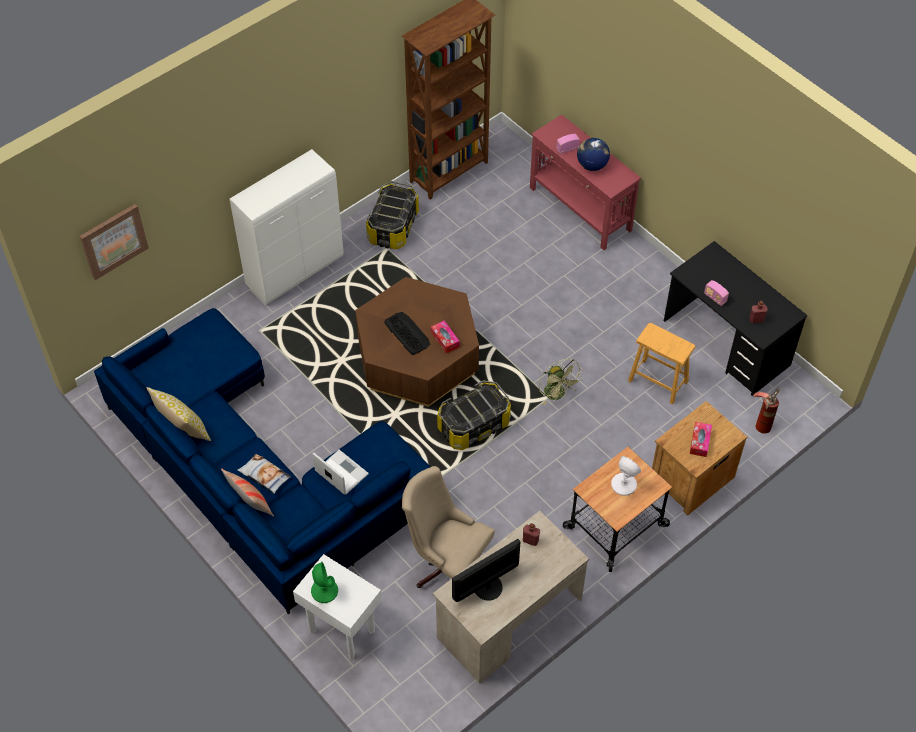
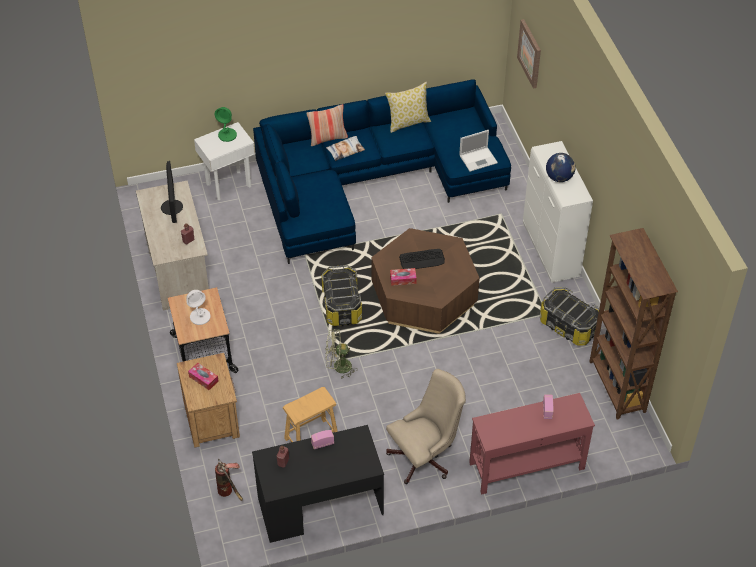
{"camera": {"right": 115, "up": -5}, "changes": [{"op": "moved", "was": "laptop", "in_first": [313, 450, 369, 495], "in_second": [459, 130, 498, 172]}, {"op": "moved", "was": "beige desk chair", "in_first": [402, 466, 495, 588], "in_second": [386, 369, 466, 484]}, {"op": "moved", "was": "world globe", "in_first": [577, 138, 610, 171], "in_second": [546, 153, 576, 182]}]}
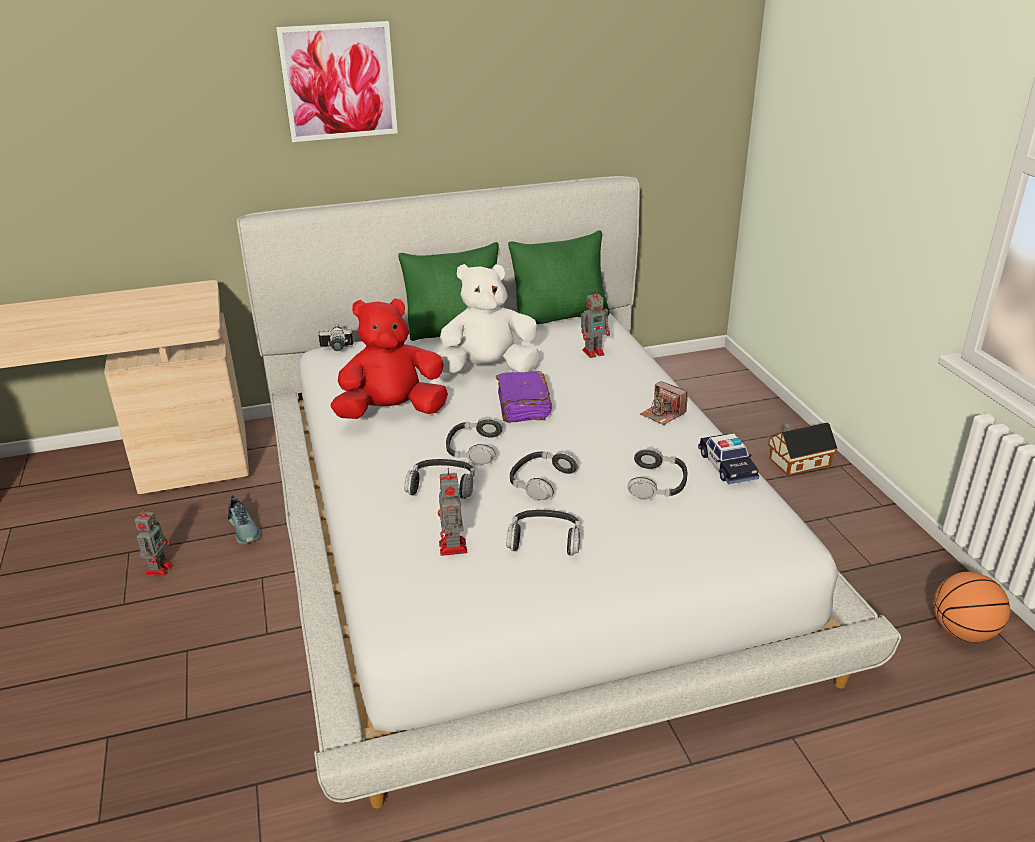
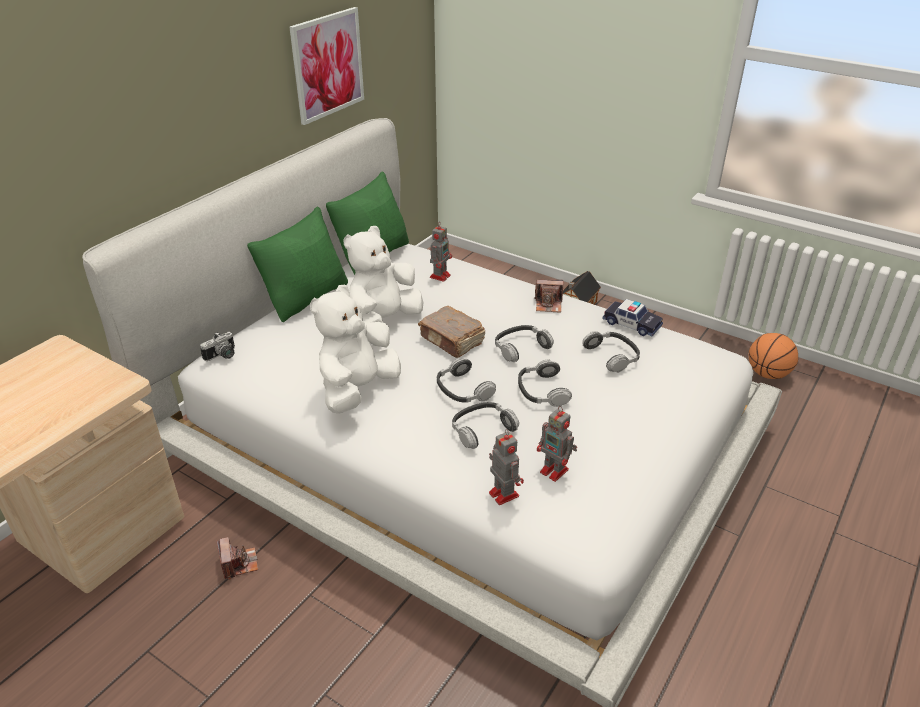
{"camera": {"right": -40, "up": 5}, "changes": [{"op": "moved", "was": "model robot", "in_first": [135, 507, 173, 577], "in_second": [489, 429, 524, 505]}, {"op": "moved", "was": "picture", "in_first": [276, 21, 398, 142], "in_second": [290, 7, 364, 125]}, {"op": "moved", "was": "pair of headphones", "in_first": [506, 510, 580, 556], "in_second": [495, 325, 554, 362]}, {"op": "replaced", "was": "shoe", "now": "photo camera", "in_first": [228, 494, 261, 544], "in_second": [216, 537, 258, 580]}, {"op": "recoloured", "was": "red plush toy", "now": "white plush toy", "in_first": [330, 298, 448, 419], "in_second": [310, 285, 401, 414]}, {"op": "recoloured", "was": "purple-coloured volume", "now": "brown volume", "in_first": [496, 371, 552, 423], "in_second": [418, 306, 485, 358]}]}
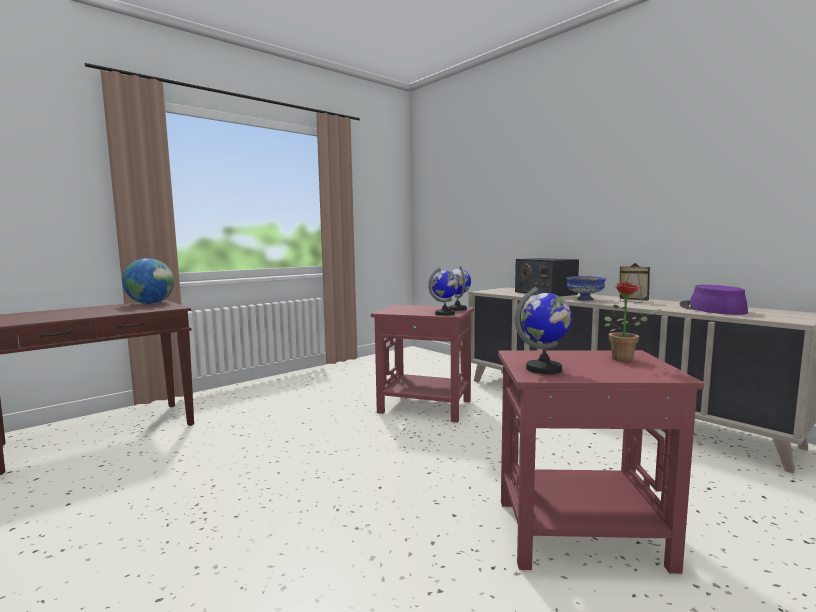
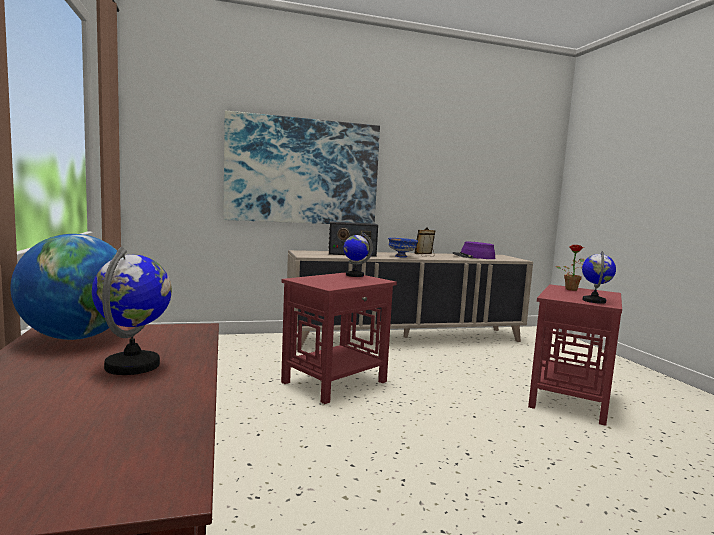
{"camera": {"right": -65, "up": 0}, "changes": [{"op": "added", "now": "picture", "in_second": [223, 111, 380, 224]}, {"op": "moved", "was": "world globe", "in_first": [428, 267, 459, 316], "in_second": [92, 247, 172, 375]}]}
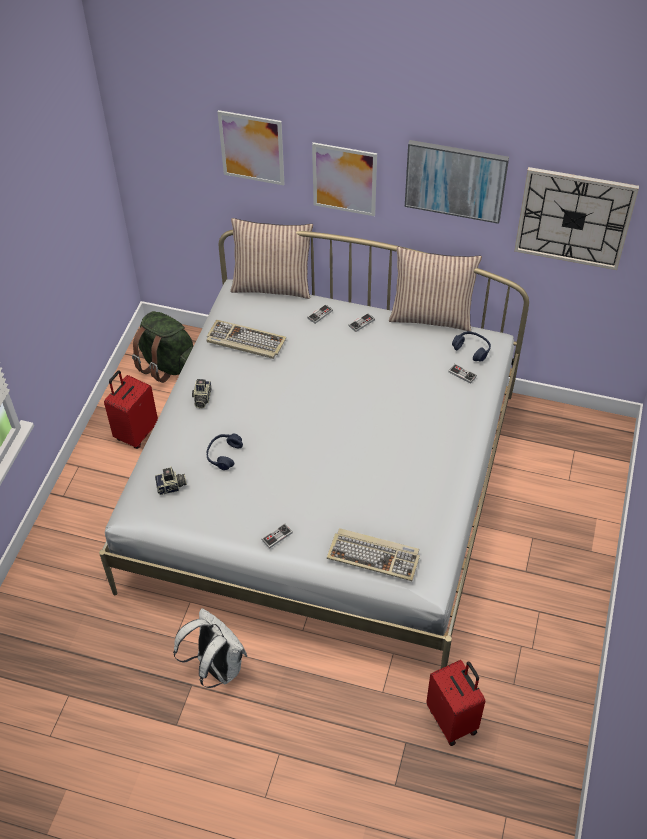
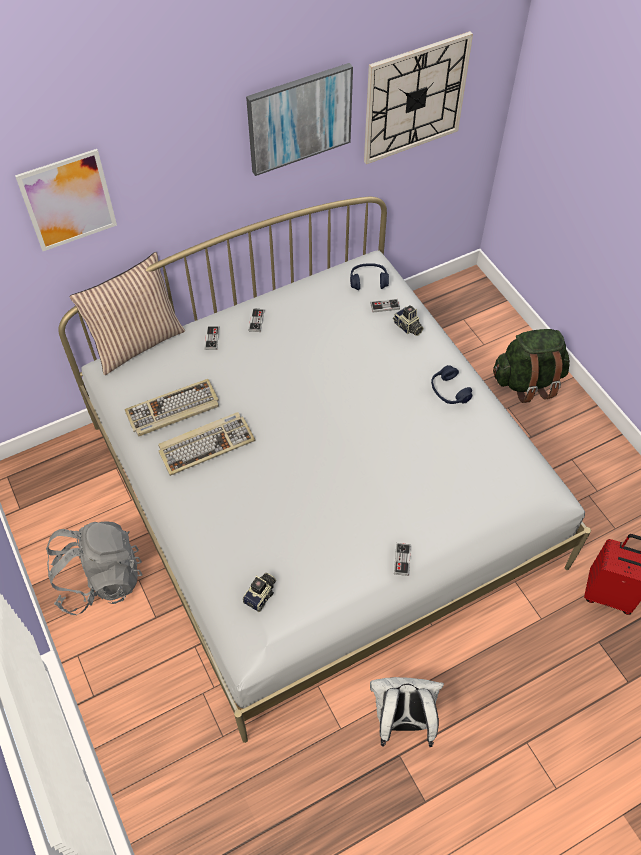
{"camera": {"right": -45, "up": 5}, "changes": [{"op": "removed", "was": "picture", "in_first": [312, 142, 377, 216]}, {"op": "removed", "was": "throw pillow", "in_first": [389, 247, 482, 331]}, {"op": "moved", "was": "green backpack", "in_first": [132, 311, 193, 383], "in_second": [493, 329, 570, 403]}, {"op": "moved", "was": "photo camera", "in_first": [192, 379, 211, 408], "in_second": [393, 305, 423, 336]}, {"op": "moved", "was": "blue-coloured pair of headphones", "in_first": [207, 434, 243, 470], "in_second": [431, 365, 472, 404]}, {"op": "moved", "was": "computer keyboard", "in_first": [327, 528, 420, 581], "in_second": [158, 412, 255, 476]}, {"op": "replaced", "was": "red suitcase", "now": "gray backpack", "in_first": [104, 370, 158, 449], "in_second": [46, 521, 142, 615]}]}
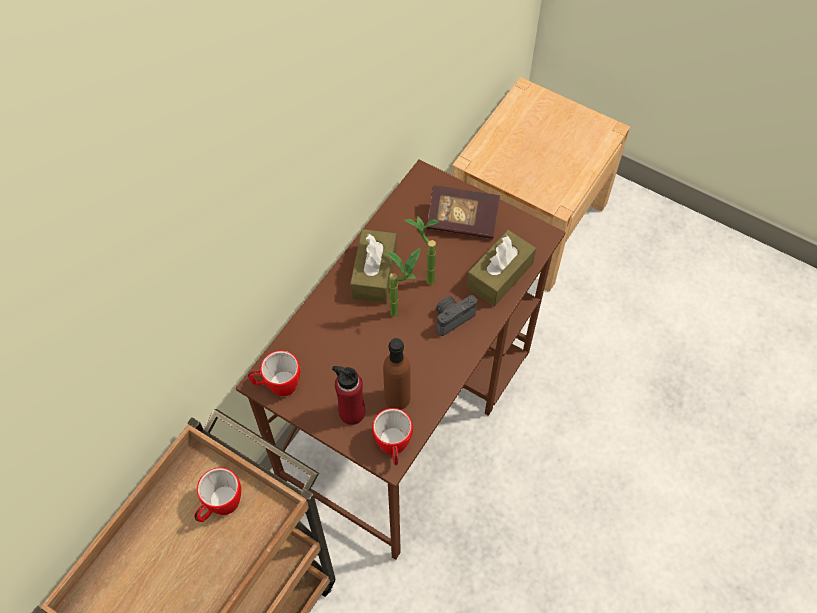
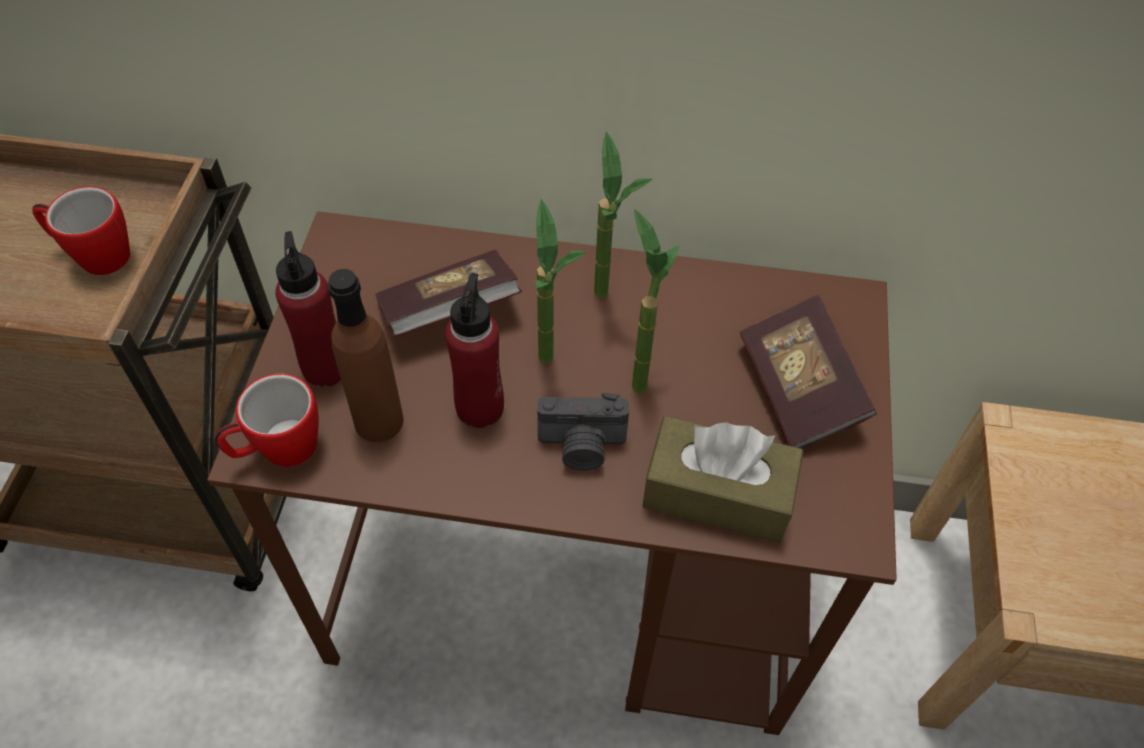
{"camera": {"right": 65, "up": -5}, "changes": [{"op": "removed", "was": "coffee mug", "in_first": [248, 351, 300, 396]}, {"op": "added", "now": "volume", "in_second": [375, 250, 522, 337]}, {"op": "added", "now": "red drink bottle", "in_second": [445, 273, 504, 428]}, {"op": "replaced", "was": "brown tissue box", "now": "potted plant", "in_first": [350, 229, 397, 303], "in_second": [594, 131, 652, 298]}, {"op": "turned", "was": "photo camera", "in_first": [436, 295, 477, 336], "in_second": [537, 393, 629, 470], "clockwise": 150}]}
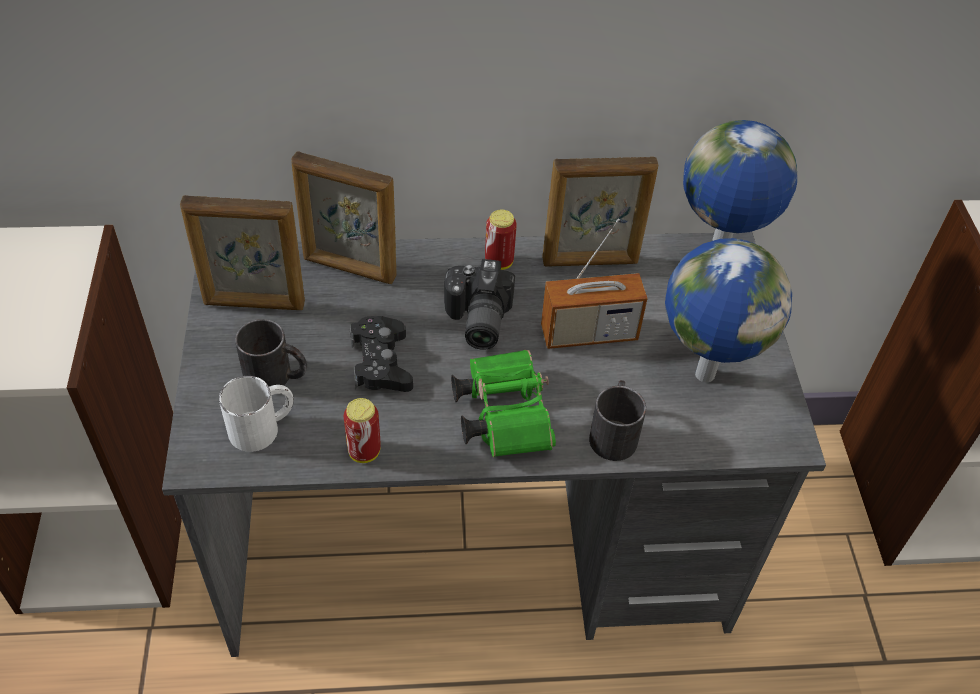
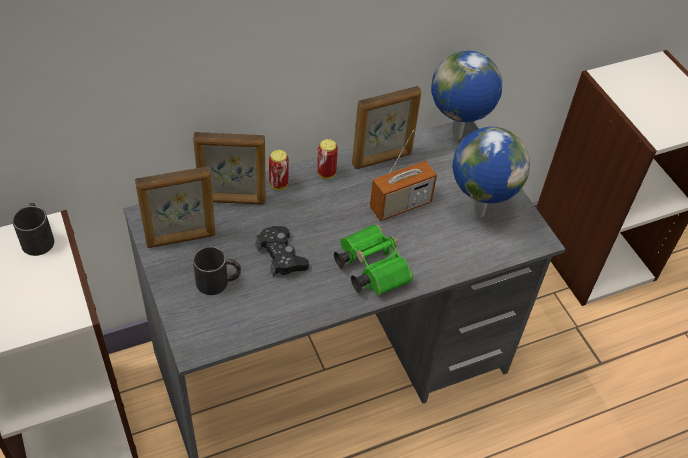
{"camera": {"right": -20, "up": 0}, "changes": [{"op": "removed", "was": "white coffee mug", "in_first": [219, 376, 294, 452]}, {"op": "removed", "was": "photo camera", "in_first": [444, 259, 515, 350]}, {"op": "moved", "was": "sealed can", "in_first": [344, 398, 381, 463], "in_second": [269, 150, 289, 190]}, {"op": "moved", "was": "blackish coffee mug", "in_first": [589, 380, 646, 461], "in_second": [12, 203, 54, 256]}]}
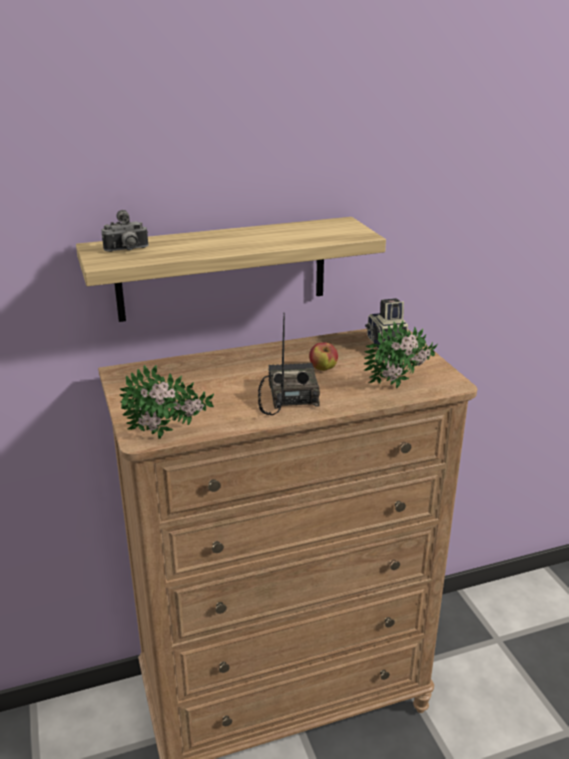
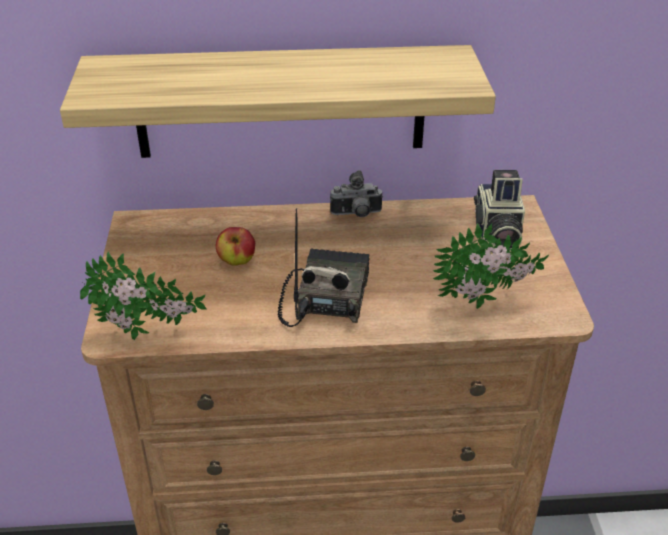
{"camera": {"right": 15, "up": 10}, "changes": [{"op": "moved", "was": "photo camera", "in_first": [102, 210, 149, 252], "in_second": [330, 170, 383, 217]}, {"op": "moved", "was": "whole apple", "in_first": [309, 342, 338, 371], "in_second": [216, 227, 255, 266]}]}
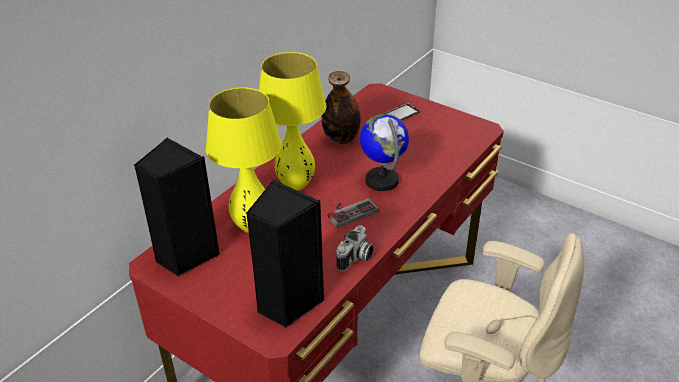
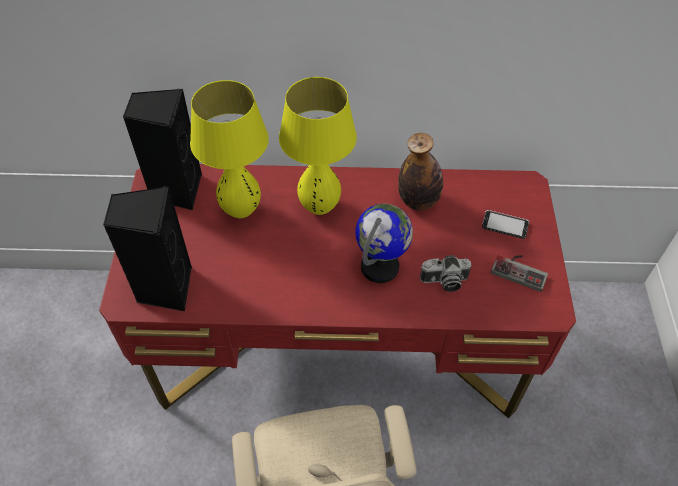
{"camera": {"right": 55, "up": 15}, "changes": [{"op": "moved", "was": "game controller", "in_first": [328, 198, 379, 228], "in_second": [491, 255, 548, 292]}, {"op": "moved", "was": "photo camera", "in_first": [336, 225, 374, 272], "in_second": [420, 255, 471, 292]}]}
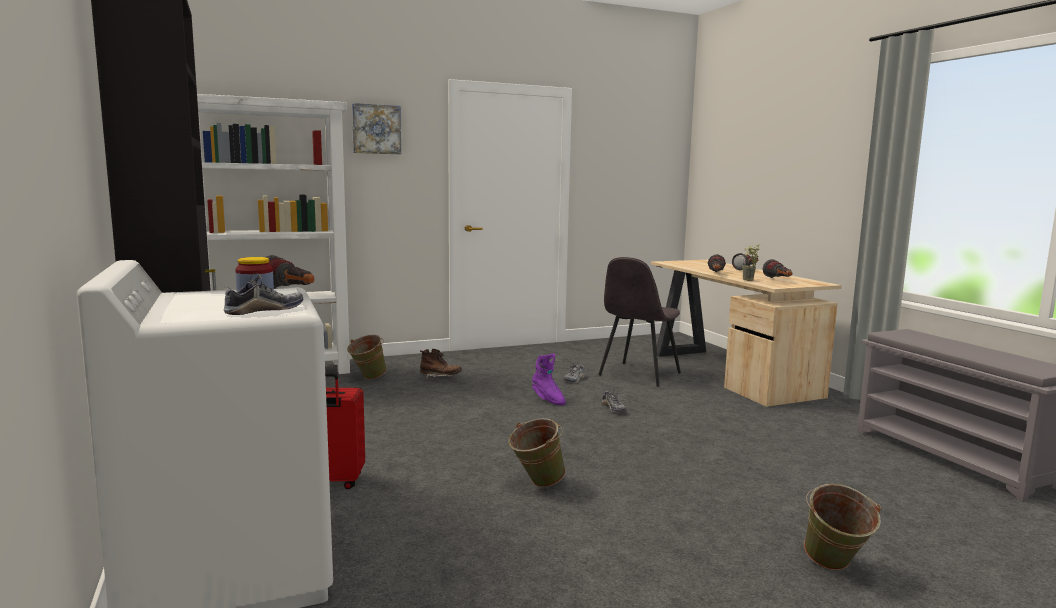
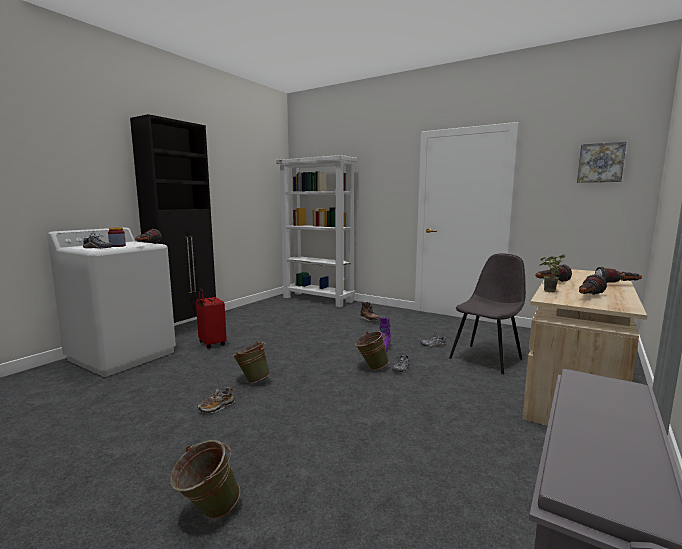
{"camera": {"right": 55, "up": 0}, "changes": [{"op": "added", "now": "shoe", "in_second": [197, 387, 234, 413]}, {"op": "moved", "was": "green water bucket", "in_first": [347, 335, 387, 379], "in_second": [355, 331, 389, 370]}, {"op": "moved", "was": "picture", "in_first": [352, 103, 401, 154], "in_second": [577, 142, 626, 183]}, {"op": "turned", "was": "gray upright chair", "in_first": [598, 257, 681, 387], "in_second": [449, 253, 526, 374], "clockwise": 135}]}
